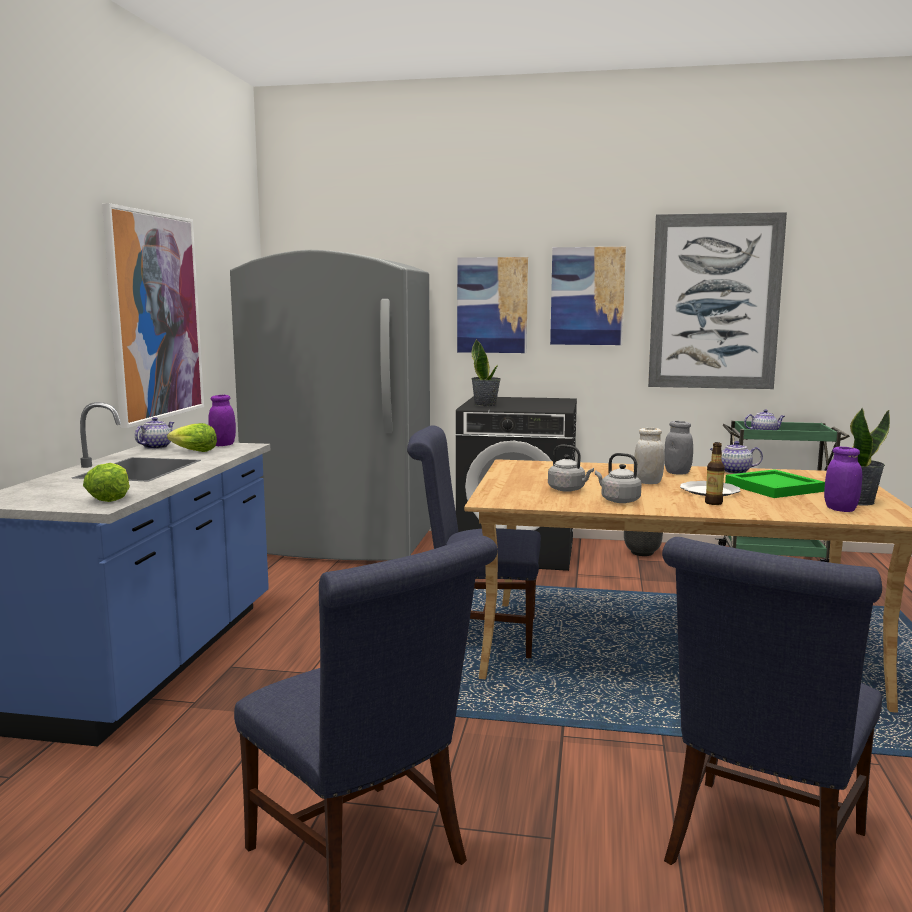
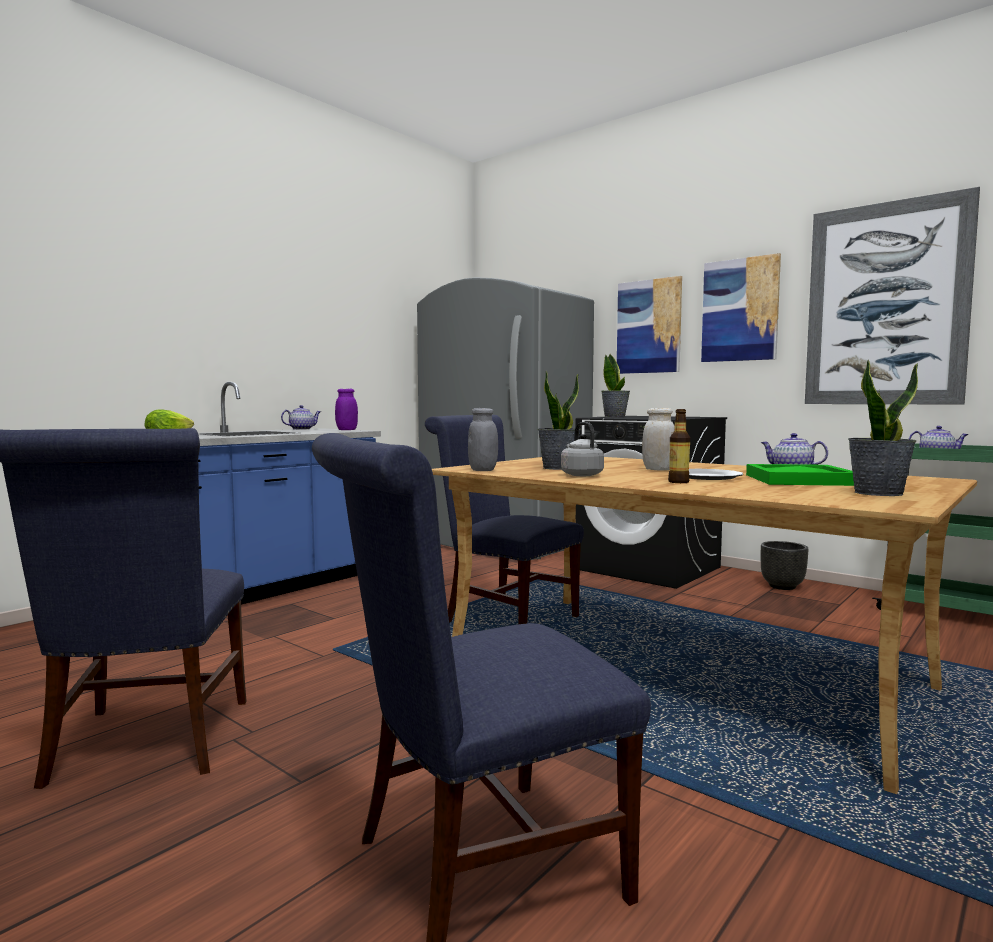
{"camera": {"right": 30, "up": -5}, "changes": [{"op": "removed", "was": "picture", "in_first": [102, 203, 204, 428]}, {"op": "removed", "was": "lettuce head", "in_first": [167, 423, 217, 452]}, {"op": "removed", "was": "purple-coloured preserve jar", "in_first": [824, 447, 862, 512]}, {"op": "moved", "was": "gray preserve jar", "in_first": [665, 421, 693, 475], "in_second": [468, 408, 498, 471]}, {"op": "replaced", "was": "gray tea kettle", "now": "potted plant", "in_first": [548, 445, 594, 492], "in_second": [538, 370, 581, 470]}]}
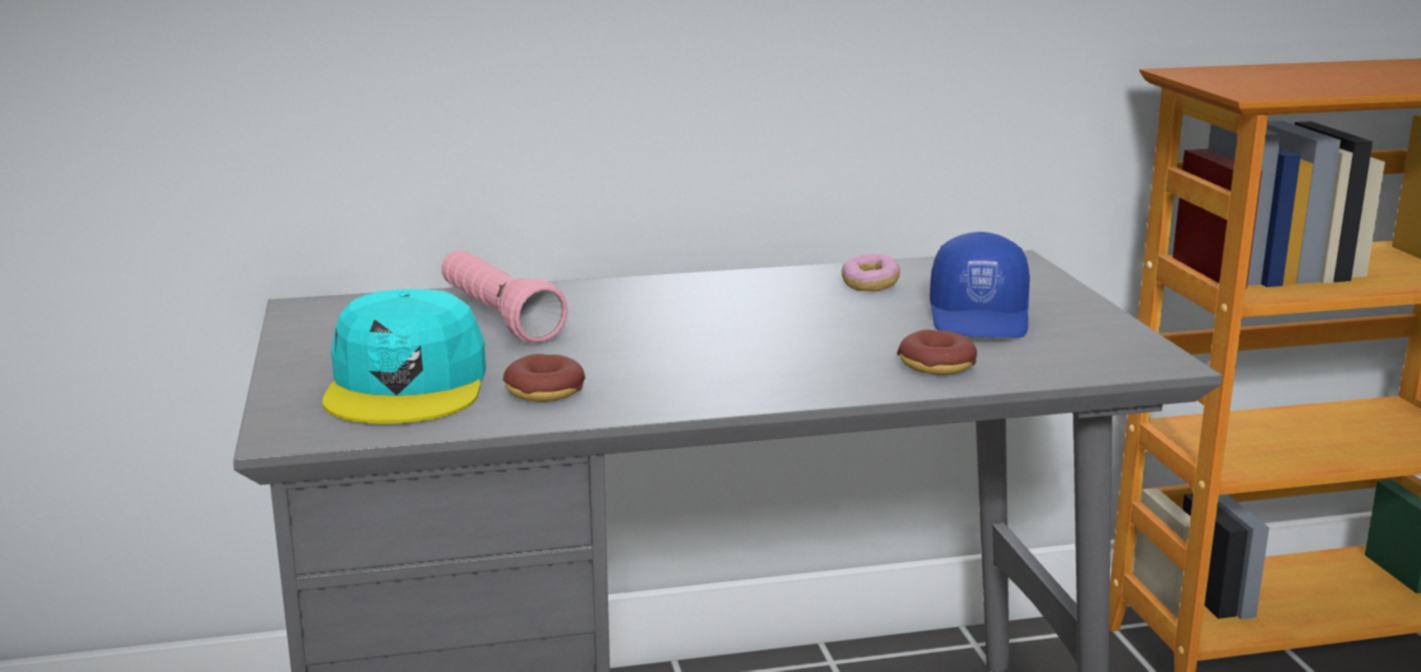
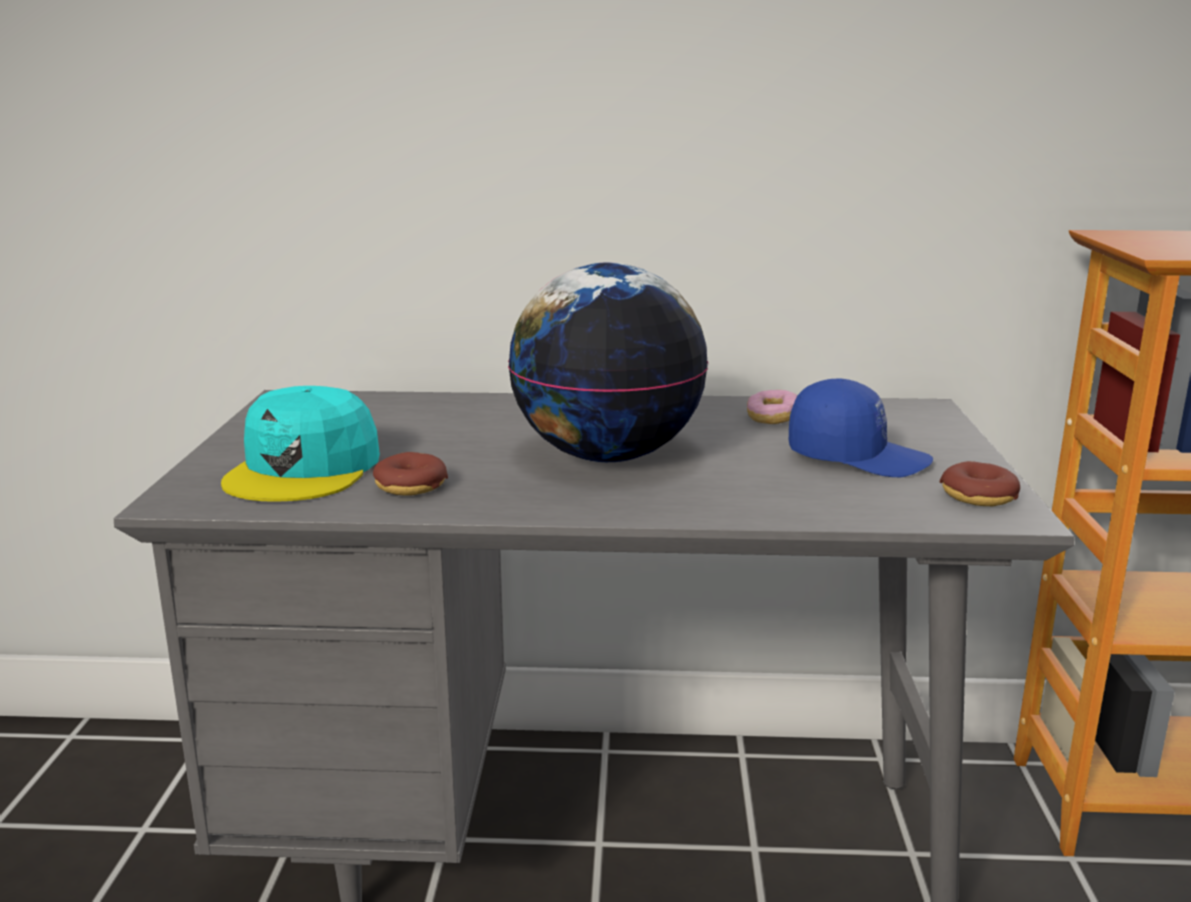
{"camera": {"right": 15, "up": 0}, "changes": [{"op": "removed", "was": "pink-coloured flashlight", "in_first": [441, 250, 568, 343]}, {"op": "added", "now": "world globe", "in_second": [508, 262, 708, 462]}, {"op": "moved", "was": "ring doughnut", "in_first": [897, 330, 977, 375], "in_second": [940, 461, 1020, 506]}, {"op": "turned", "was": "blue-coloured cap", "in_first": [930, 232, 1030, 338], "in_second": [789, 379, 933, 477], "clockwise": -90}]}
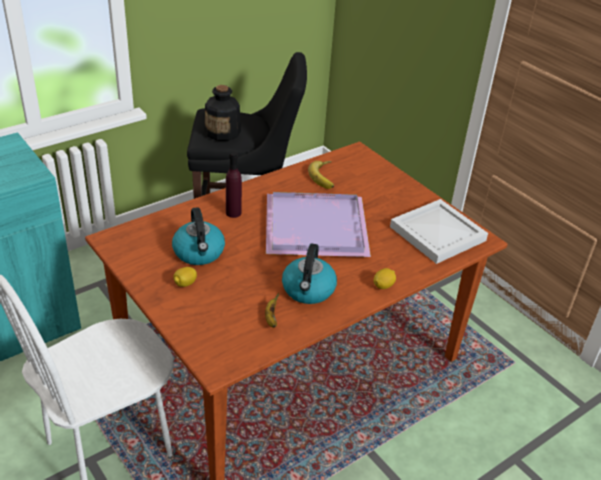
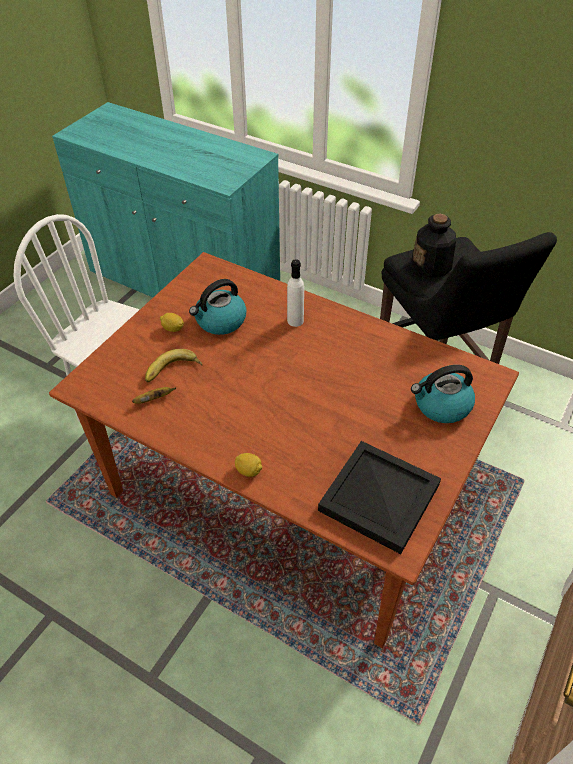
{"camera": {"right": 70, "up": 10}, "changes": [{"op": "removed", "was": "purple-coloured tray", "in_first": [266, 192, 371, 257]}, {"op": "moved", "was": "tea kettle", "in_first": [282, 243, 337, 304], "in_second": [411, 365, 475, 423]}, {"op": "moved", "was": "whole banana", "in_first": [308, 161, 334, 189], "in_second": [145, 349, 202, 382]}, {"op": "recoloured", "was": "purple-coloured drink bottle", "now": "white drink bottle", "in_first": [226, 152, 242, 218], "in_second": [287, 259, 304, 327]}, {"op": "recoloured", "was": "white tray", "now": "blackish tray", "in_first": [390, 199, 488, 264], "in_second": [318, 441, 441, 554]}]}
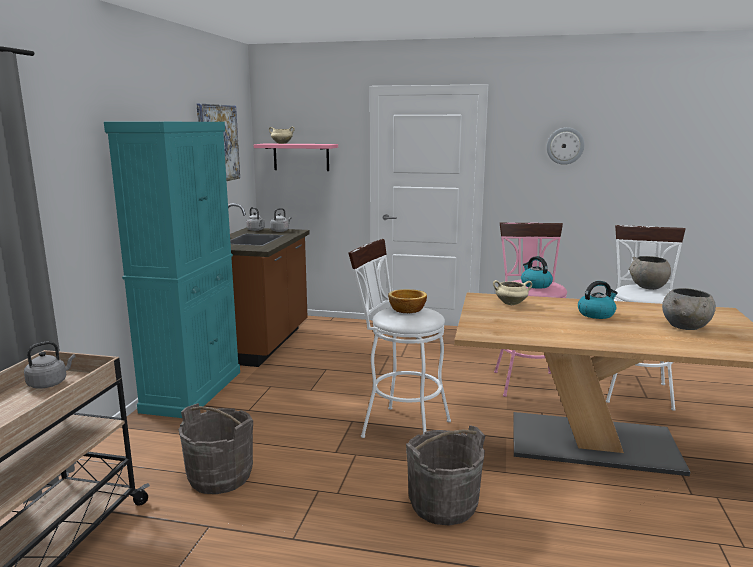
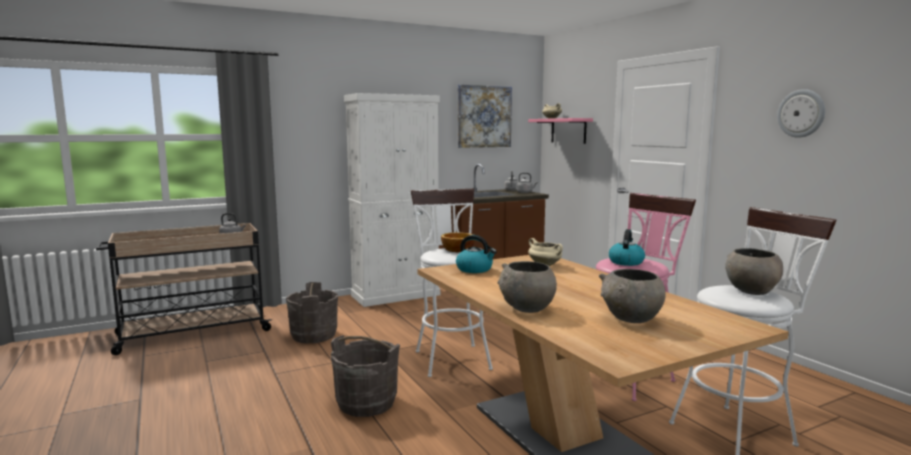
{"camera": {"right": 50, "up": -5}, "changes": [{"op": "added", "now": "gray serving bowl", "in_second": [498, 261, 557, 313]}, {"op": "moved", "was": "tea kettle", "in_first": [578, 281, 618, 319], "in_second": [456, 235, 497, 273]}, {"op": "recoloured", "was": "blue-green cupboard", "now": "white cupboard", "in_first": [104, 122, 240, 418], "in_second": [344, 93, 440, 307]}]}
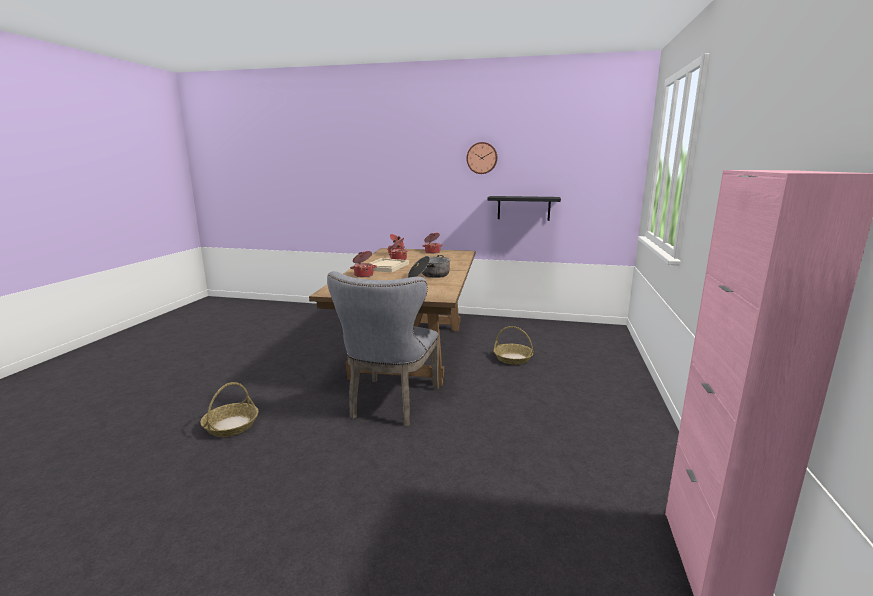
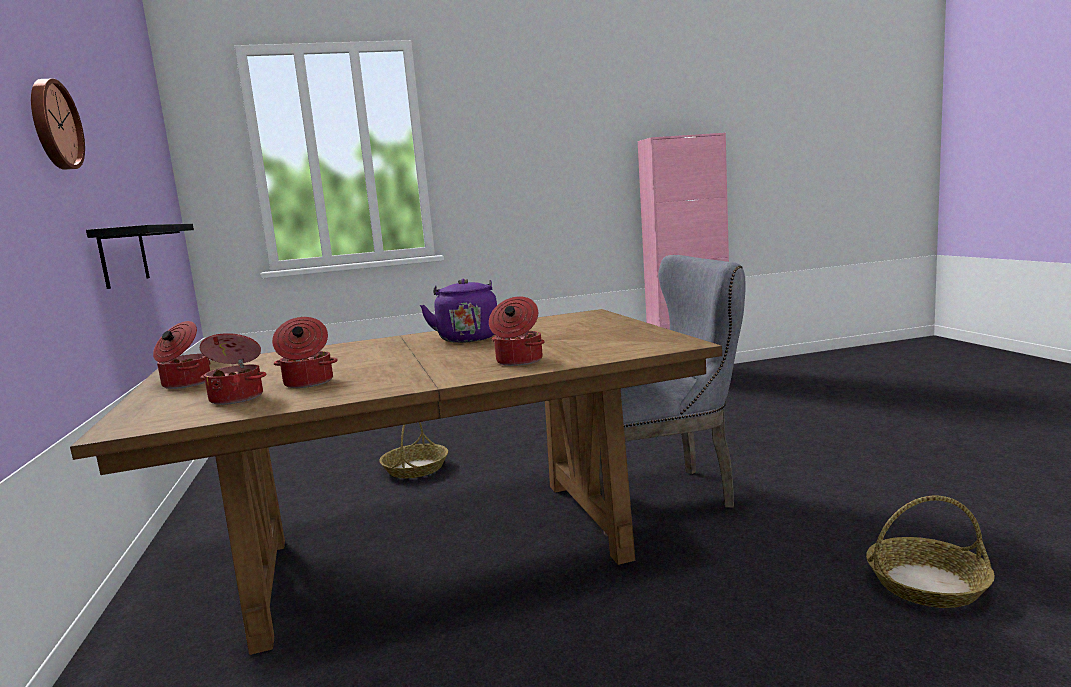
{"camera": {"right": -115, "up": -5}, "changes": [{"op": "removed", "was": "beige tray", "in_first": [370, 258, 409, 273]}, {"op": "replaced", "was": "saucepot", "now": "purple-coloured tea kettle", "in_first": [408, 255, 450, 278], "in_second": [420, 279, 497, 343]}]}
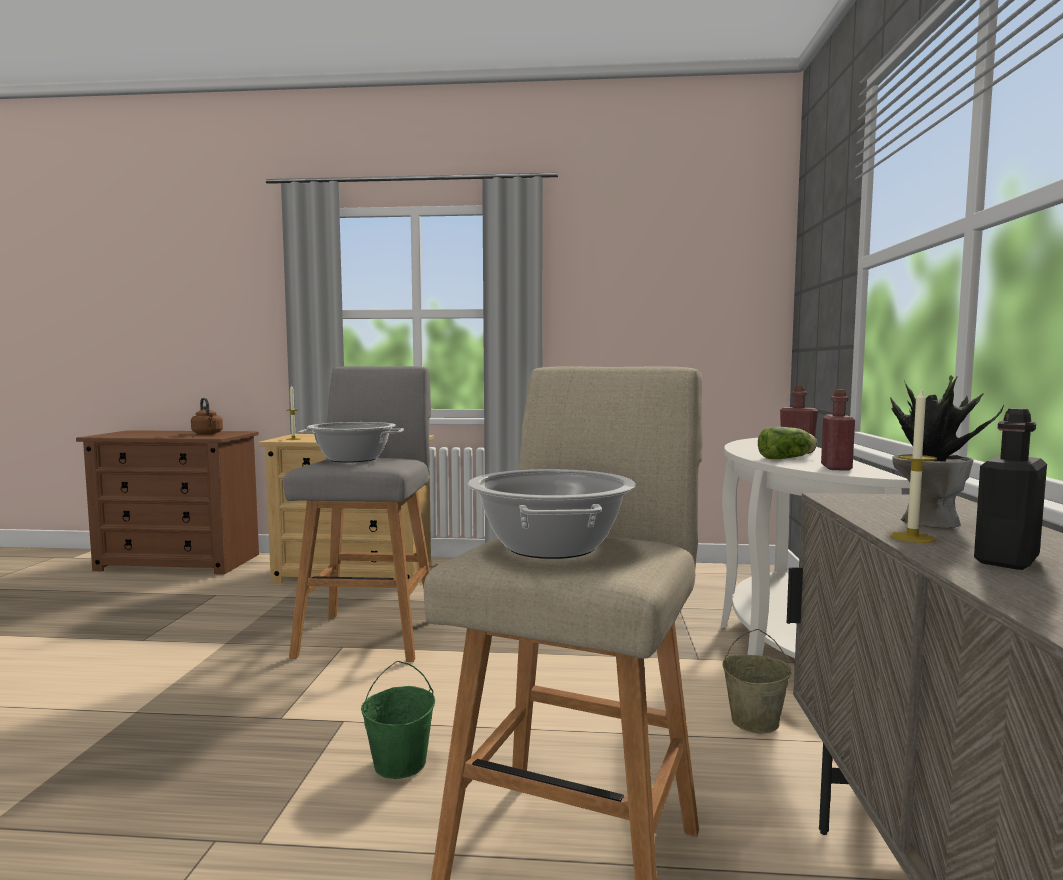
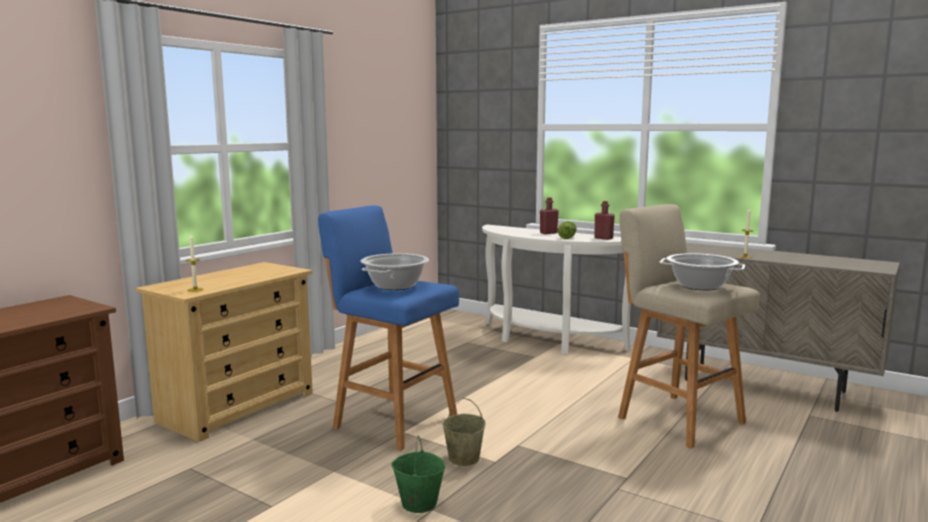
{"camera": {"right": -60, "up": 5}, "changes": [{"op": "removed", "was": "brown tea kettle", "in_first": [191, 398, 223, 434]}, {"op": "removed", "was": "potted plant", "in_first": [890, 375, 1004, 528]}, {"op": "removed", "was": "blackish drink bottle", "in_first": [974, 408, 1047, 570]}, {"op": "moved", "was": "green water bucket", "in_first": [361, 661, 435, 779], "in_second": [391, 436, 446, 513]}, {"op": "moved", "was": "beige water bucket", "in_first": [722, 629, 791, 734], "in_second": [442, 398, 486, 466]}, {"op": "recoloured", "was": "gray stool", "now": "blue-coloured stool", "in_first": [284, 366, 431, 662], "in_second": [318, 205, 459, 451]}]}
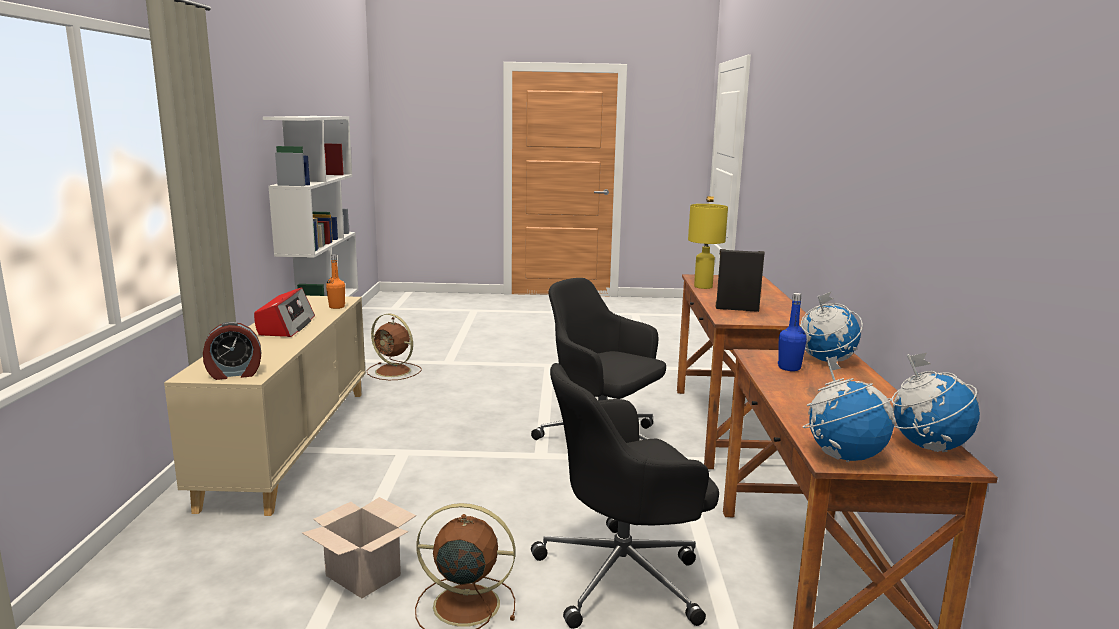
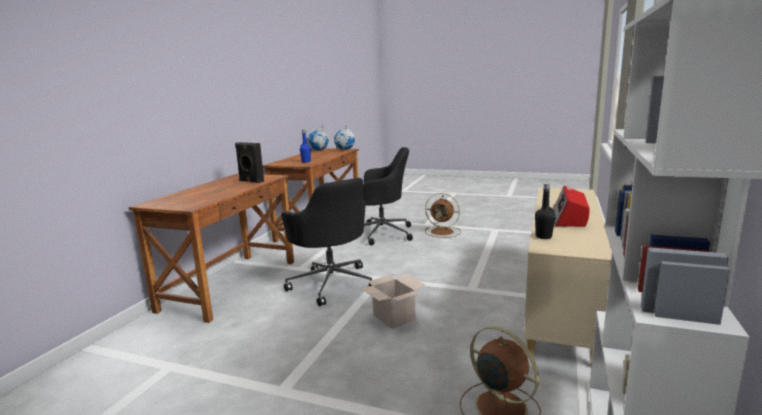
{"camera": {"right": -160, "up": 0}, "changes": [{"op": "removed", "was": "bedside clock", "in_first": [203, 322, 261, 380]}, {"op": "removed", "was": "yellow-coloured lamp for a table", "in_first": [688, 204, 728, 289]}, {"op": "removed", "was": "world globe", "in_first": [800, 292, 863, 362]}, {"op": "moved", "was": "carton", "in_first": [302, 497, 416, 598], "in_second": [361, 274, 425, 329]}, {"op": "recoloured", "was": "orange drink bottle", "now": "blackish drink bottle", "in_first": [326, 254, 345, 309], "in_second": [535, 183, 555, 239]}]}
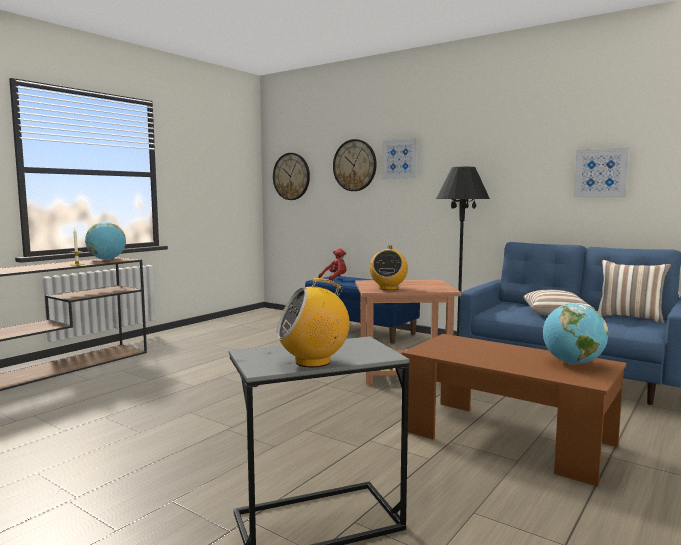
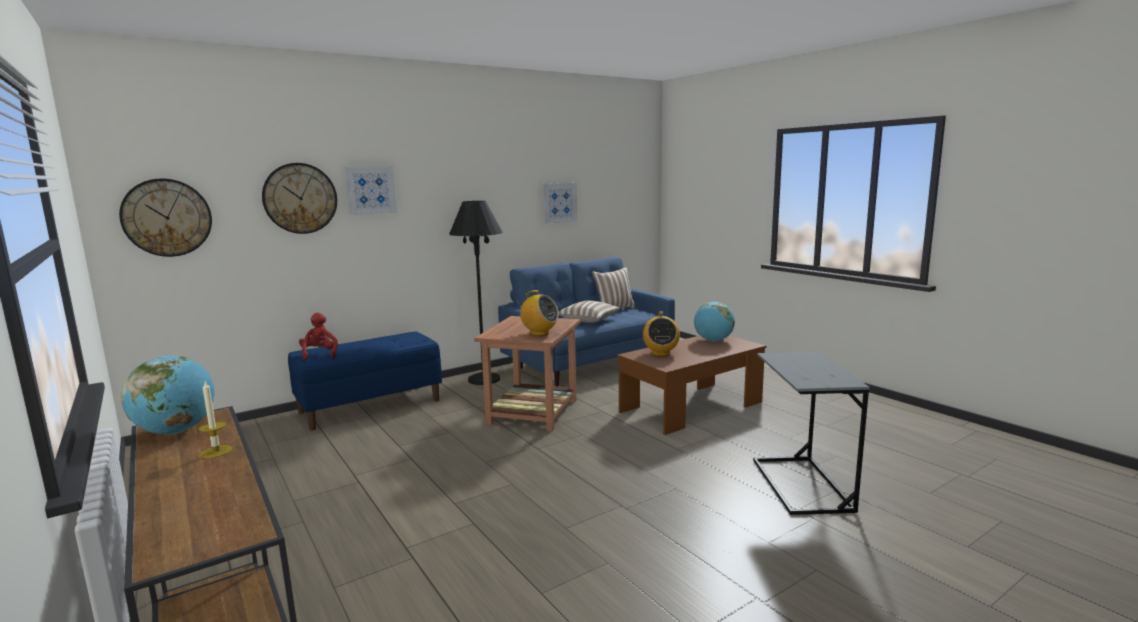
{"camera": {"right": -70, "up": 5}, "changes": [{"op": "moved", "was": "radio receiver", "in_first": [276, 278, 350, 368], "in_second": [643, 311, 680, 356]}]}
